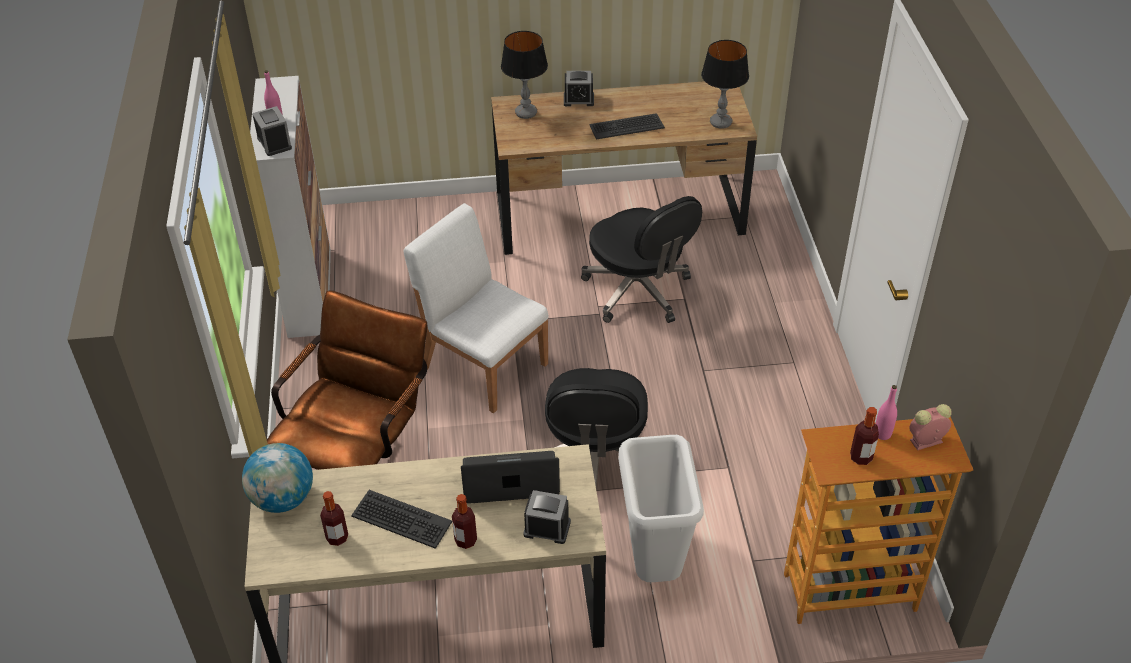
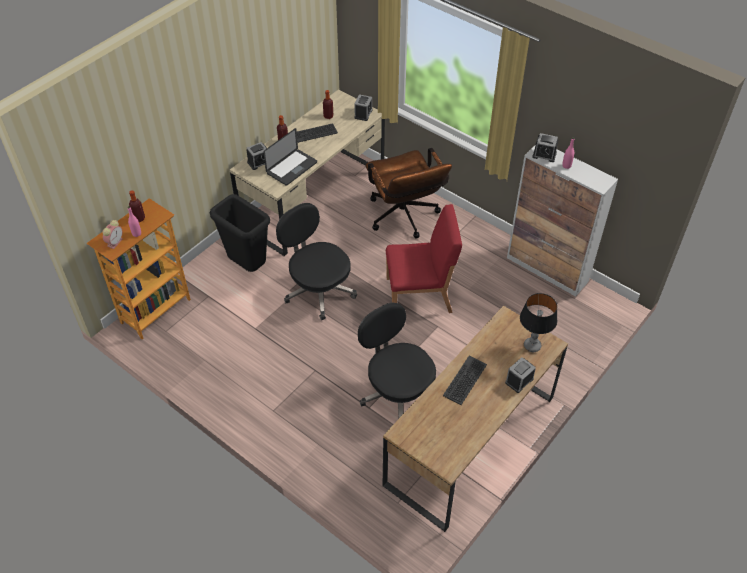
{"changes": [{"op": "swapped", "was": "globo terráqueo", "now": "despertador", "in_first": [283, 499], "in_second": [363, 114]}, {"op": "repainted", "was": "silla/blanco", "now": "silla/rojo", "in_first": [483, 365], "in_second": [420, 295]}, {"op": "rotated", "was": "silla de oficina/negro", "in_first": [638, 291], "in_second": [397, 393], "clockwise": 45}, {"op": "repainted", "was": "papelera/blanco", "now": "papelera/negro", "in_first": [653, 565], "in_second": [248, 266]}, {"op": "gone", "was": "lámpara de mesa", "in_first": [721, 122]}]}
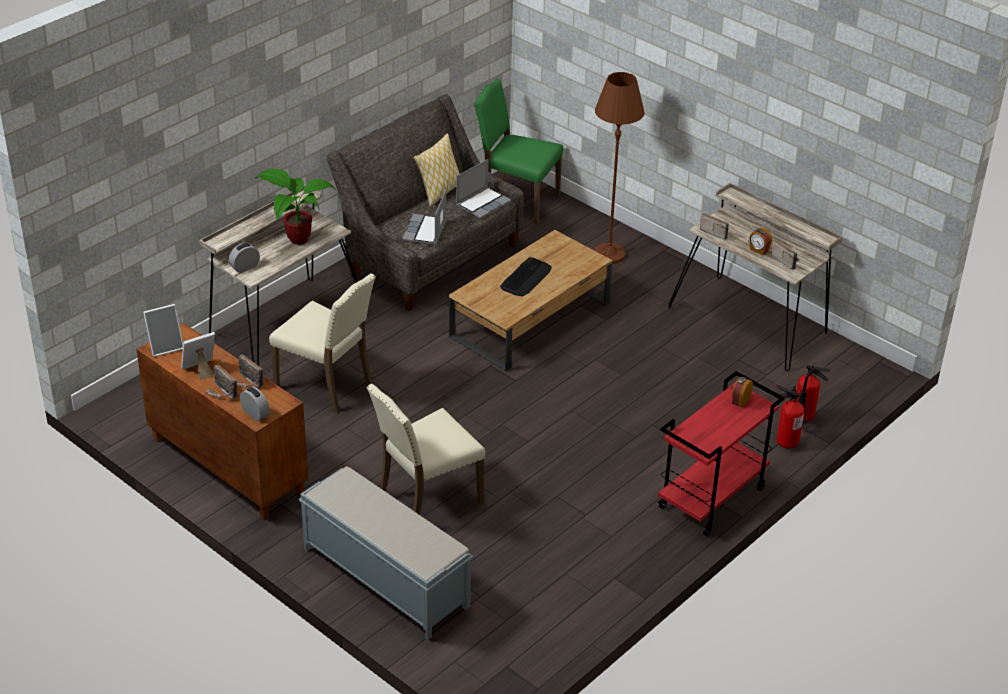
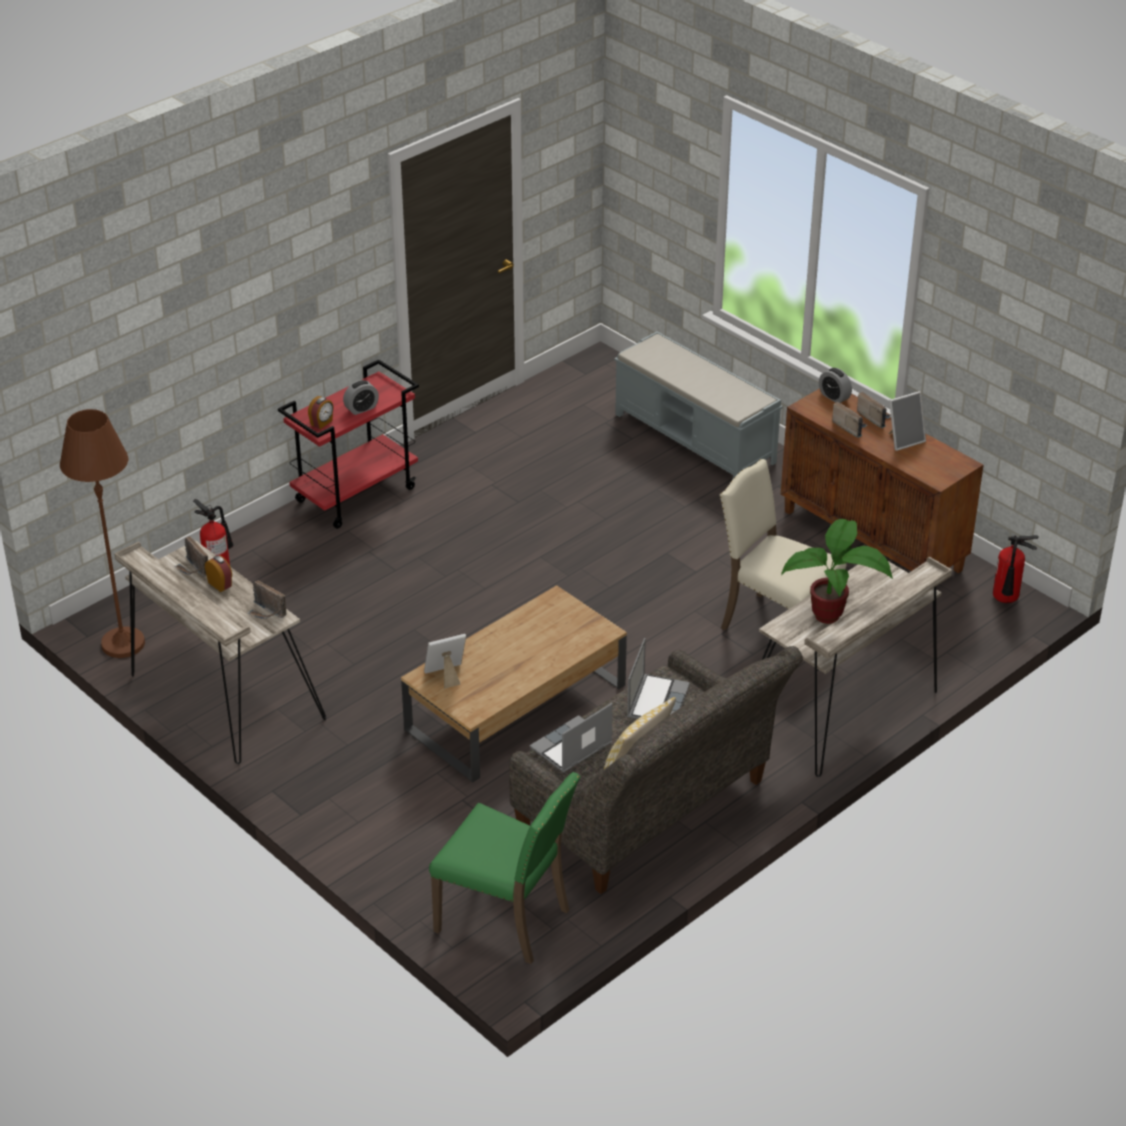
{"changes": [{"op": "shifted", "was": "portarretratos", "in_first": [165, 346], "in_second": [446, 676]}, {"op": "shifted", "was": "despertador", "in_first": [245, 267], "in_second": [361, 408]}, {"op": "gone", "was": "silla/beis", "in_first": [427, 499]}, {"op": "gone", "was": "teclado", "in_first": [526, 278]}, {"op": "shifted", "was": "lámpara de pie/marrón", "in_first": [609, 254], "in_second": [123, 643]}, {"op": "shifted", "was": "extintor", "in_first": [786, 441], "in_second": [1006, 601]}]}
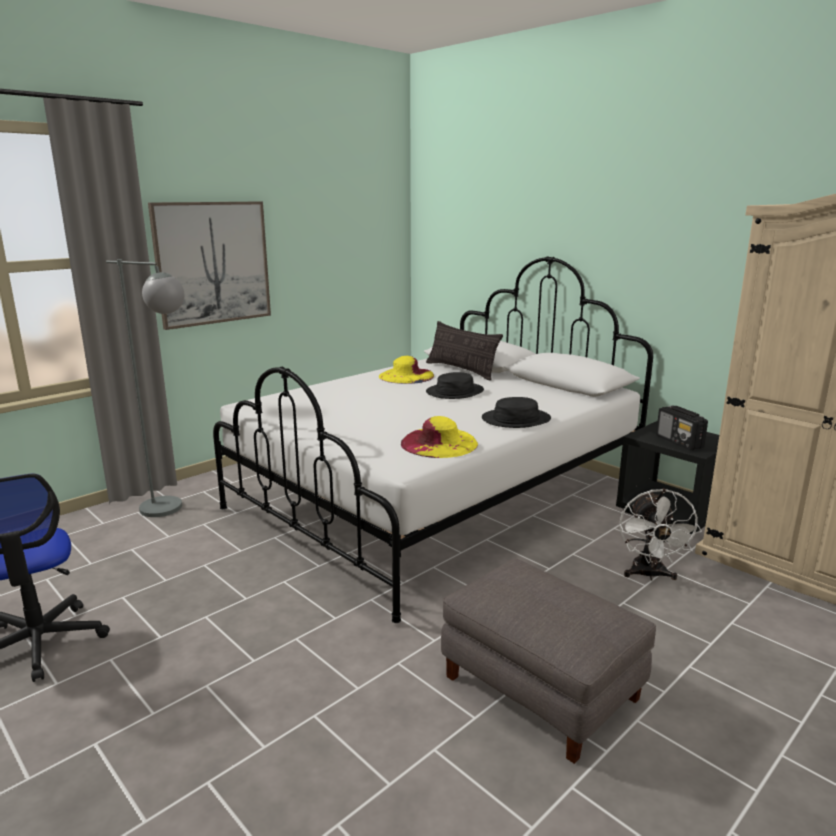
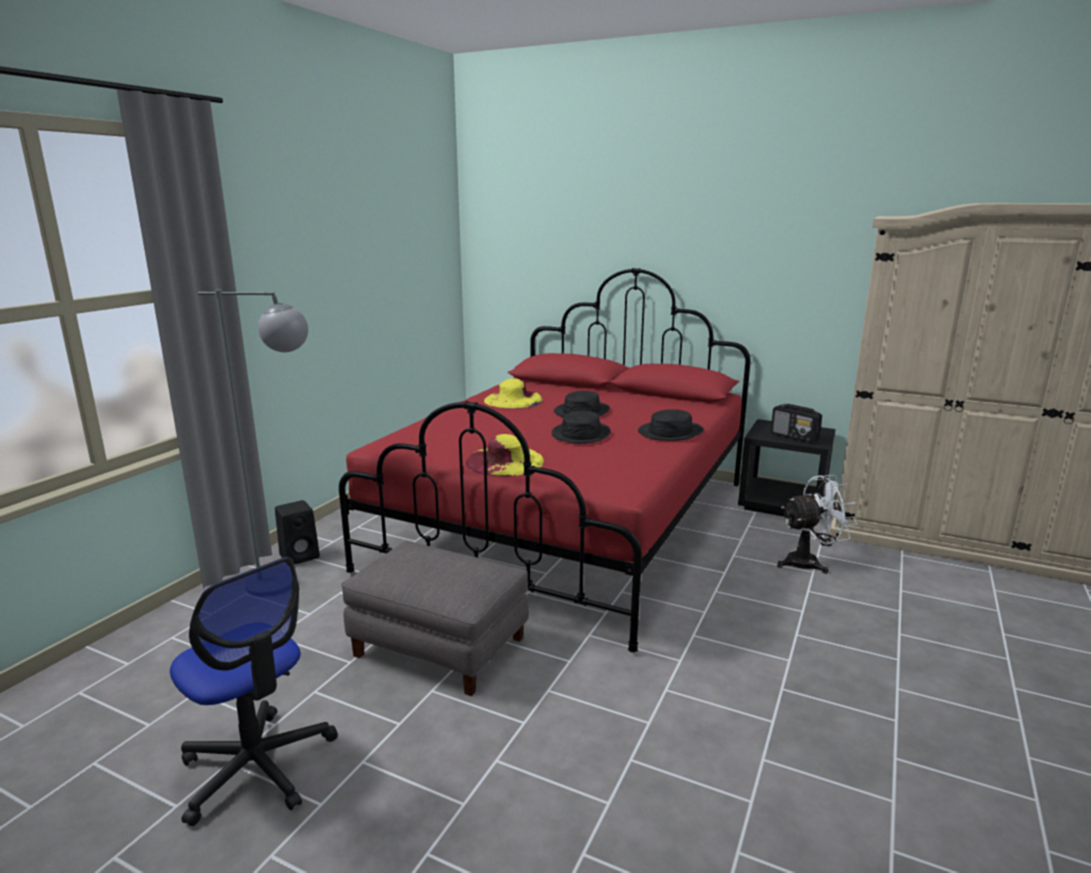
{"changes": [{"op": "gone", "was": "cuadro", "in_first": [213, 263]}, {"op": "repainted", "was": "cama/blanco", "now": "cama/rojo", "in_first": [438, 498], "in_second": [569, 523]}, {"op": "shifted", "was": "sombrero/amarillo", "in_first": [439, 443], "in_second": [505, 461]}, {"op": "gone", "was": "cojín", "in_first": [461, 370]}, {"op": "shifted", "was": "puf/gris", "in_first": [542, 687], "in_second": [441, 646]}, {"op": "rotated", "was": "ventilador/blanco", "in_first": [649, 575], "in_second": [809, 562], "clockwise": -90}, {"op": "new", "now": "altavoz/negro", "in_second": [301, 556]}, {"op": "new", "now": "sombrero/negro", "in_second": [580, 434]}]}
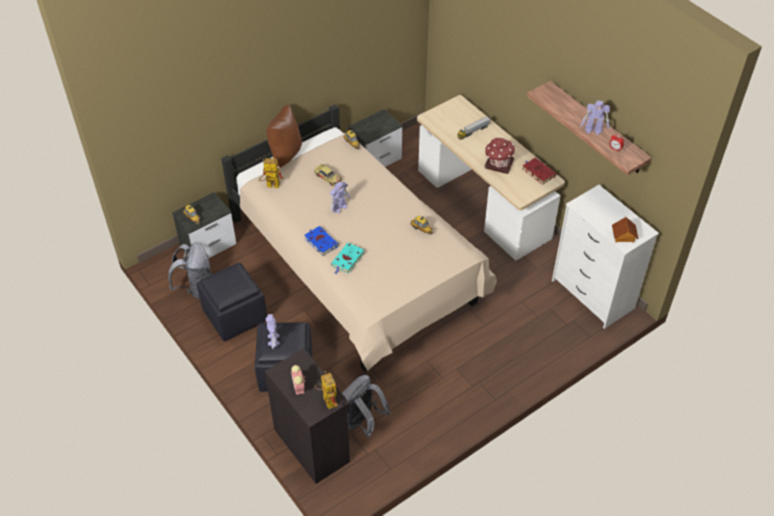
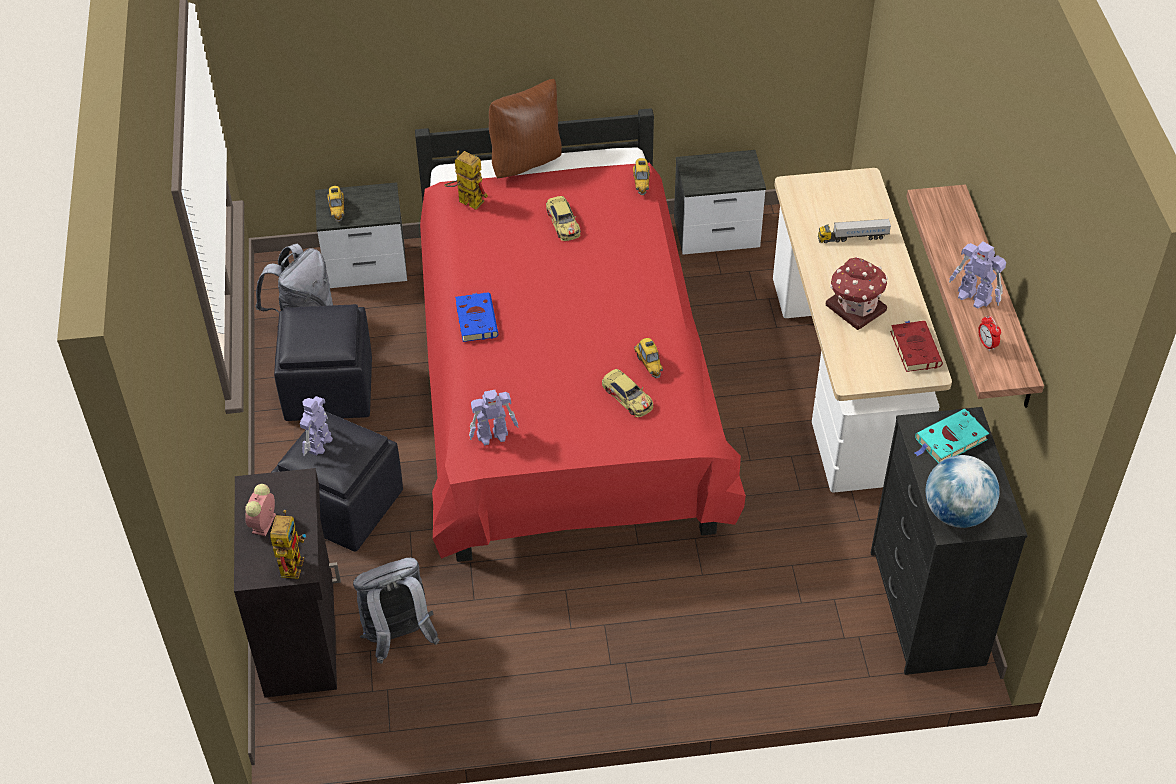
{"changes": [{"op": "repainted", "was": "cama/beis", "now": "cama/rojo", "in_first": [356, 266], "in_second": [563, 391]}, {"op": "shifted", "was": "robot de juguete", "in_first": [339, 207], "in_second": [493, 435]}, {"op": "shifted", "was": "libro/turquesa", "in_first": [347, 260], "in_second": [949, 440]}, {"op": "repainted", "was": "cómoda/blanco", "now": "cómoda/negro", "in_first": [592, 294], "in_second": [925, 608]}, {"op": "swapped", "was": "casita", "now": "globo terráqueo", "in_first": [623, 236], "in_second": [956, 513]}, {"op": "new", "now": "coche de juguete", "in_second": [627, 396]}]}
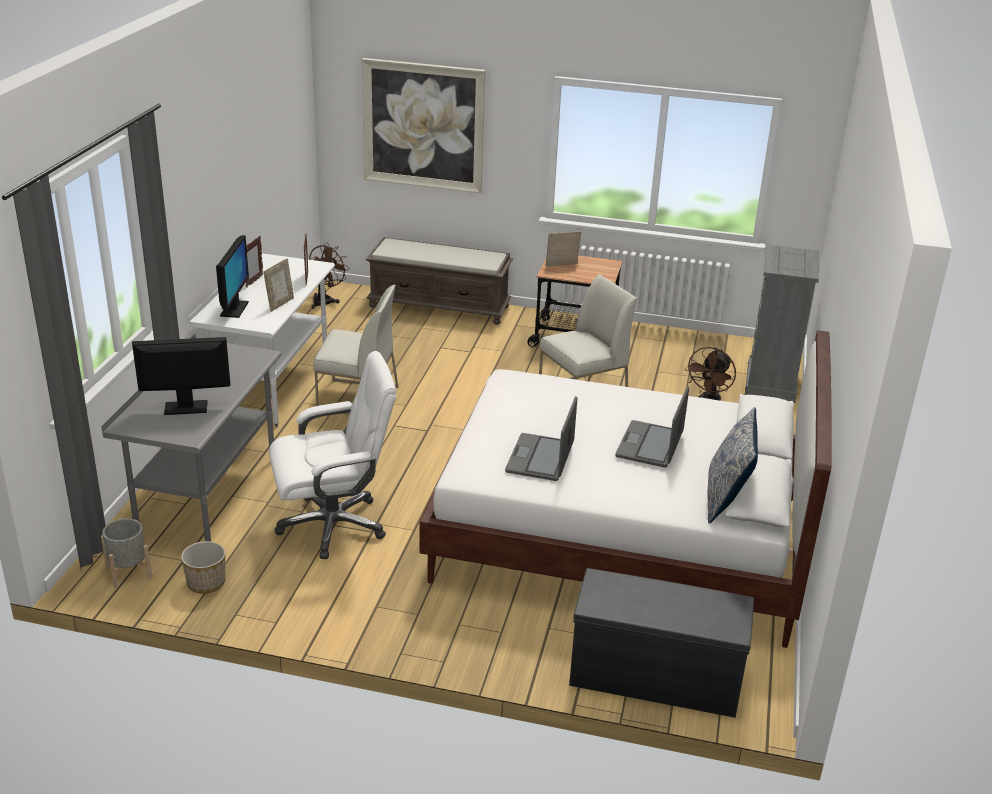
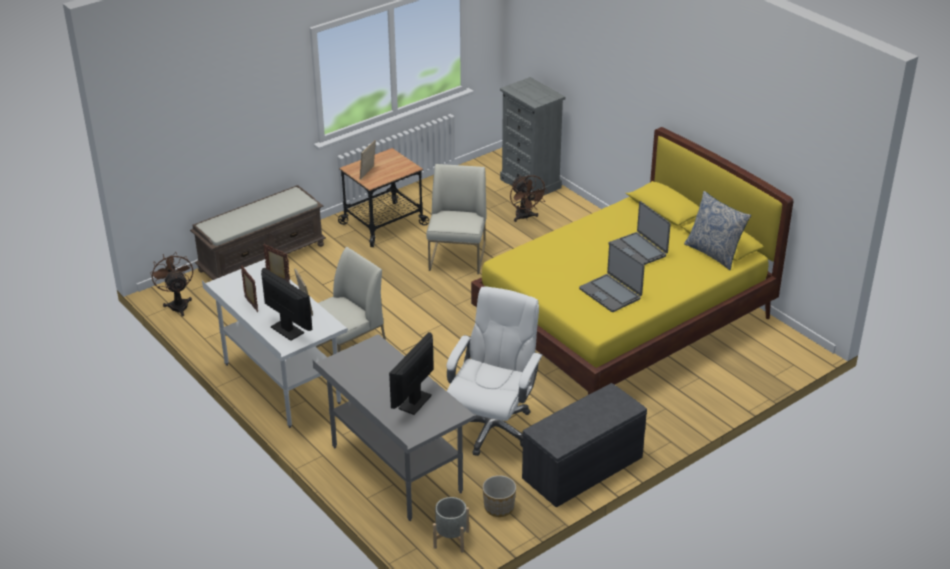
{"changes": [{"op": "gone", "was": "cuadro", "in_first": [423, 125]}, {"op": "repainted", "was": "cama/blanco", "now": "cama/amarillo", "in_first": [620, 538], "in_second": [624, 322]}, {"op": "shifted", "was": "banco/gris", "in_first": [653, 676], "in_second": [582, 469]}]}
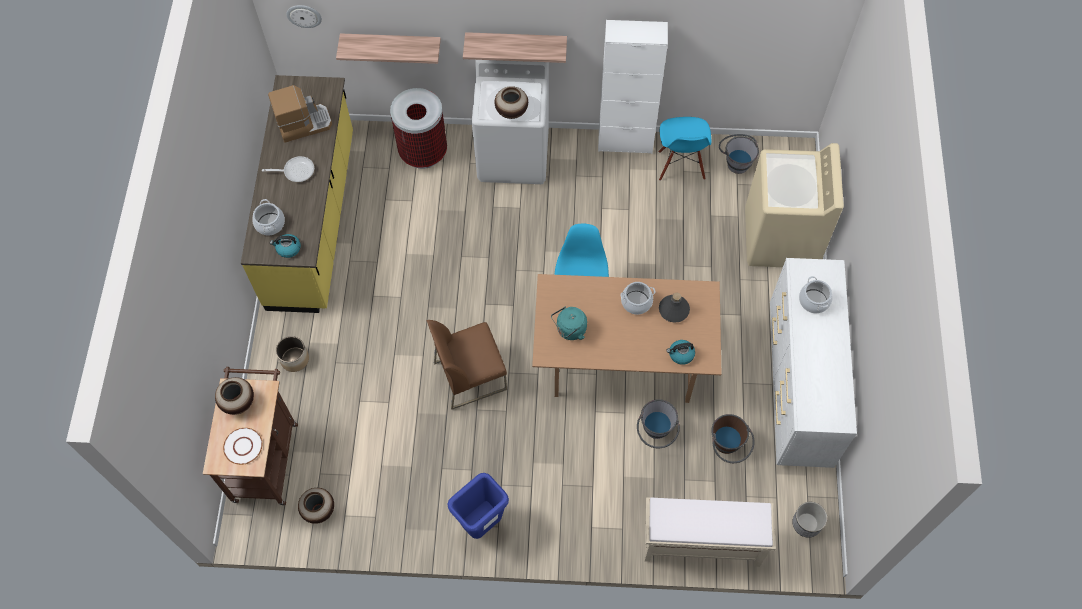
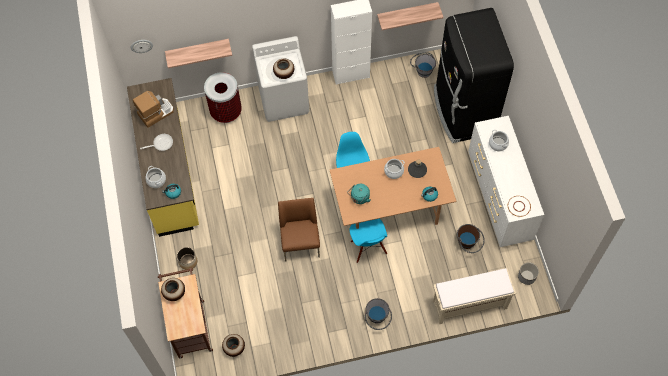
{"changes": [{"op": "shifted", "was": "plato/blanco", "in_first": [243, 446], "in_second": [518, 206]}, {"op": "rotated", "was": "silla/marrón", "in_first": [470, 375], "in_second": [301, 242], "clockwise": 120}, {"op": "gone", "was": "papelera/azul", "in_first": [482, 523]}, {"op": "shifted", "was": "estante", "in_first": [516, 42], "in_second": [407, 13]}, {"op": "shifted", "was": "cubo/gris", "in_first": [656, 432], "in_second": [377, 319]}, {"op": "shifted", "was": "silla/azul", "in_first": [680, 165], "in_second": [368, 248]}, {"op": "swapped", "was": "lavadora/beis", "now": "nevera/negro", "in_first": [780, 238], "in_second": [463, 111]}]}
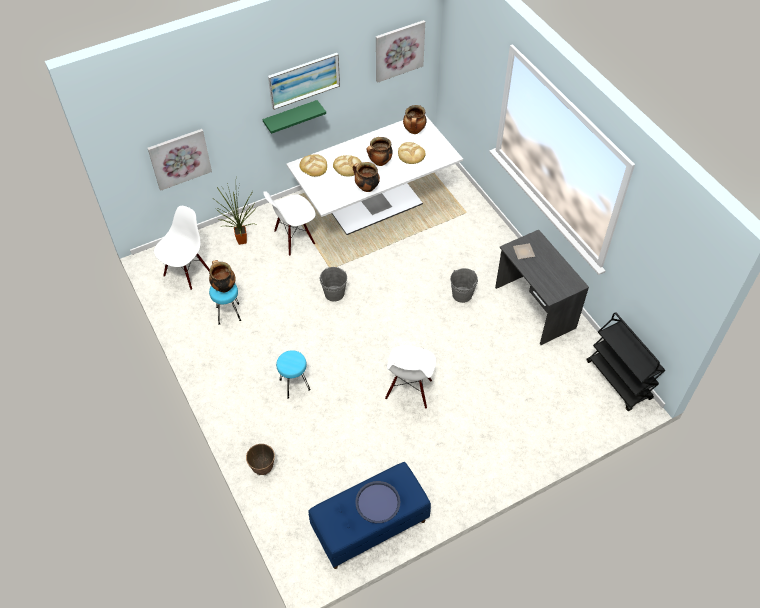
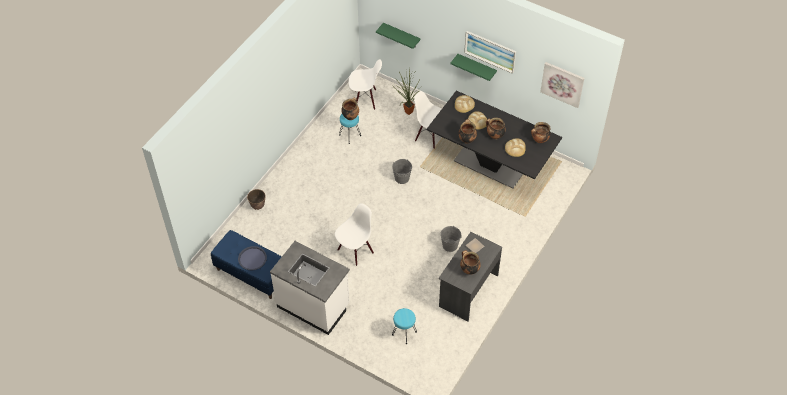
{"changes": [{"op": "swapped", "was": "cuadro", "now": "estante/verde", "in_first": [179, 158], "in_second": [401, 35]}, {"op": "shifted", "was": "taburete/turquesa", "in_first": [294, 385], "in_second": [404, 333]}, {"op": "repainted", "was": "mesa de comedor/blanco", "now": "mesa de comedor/negro", "in_first": [375, 206], "in_second": [490, 164]}, {"op": "rotated", "was": "silla/blanco", "in_first": [409, 390], "in_second": [355, 250], "clockwise": 150}, {"op": "gone", "was": "carrito/negro", "in_first": [619, 380]}, {"op": "new", "now": "mueble bajo de cocina/blanco", "in_second": [314, 305]}, {"op": "new", "now": "olla", "in_second": [469, 270]}]}
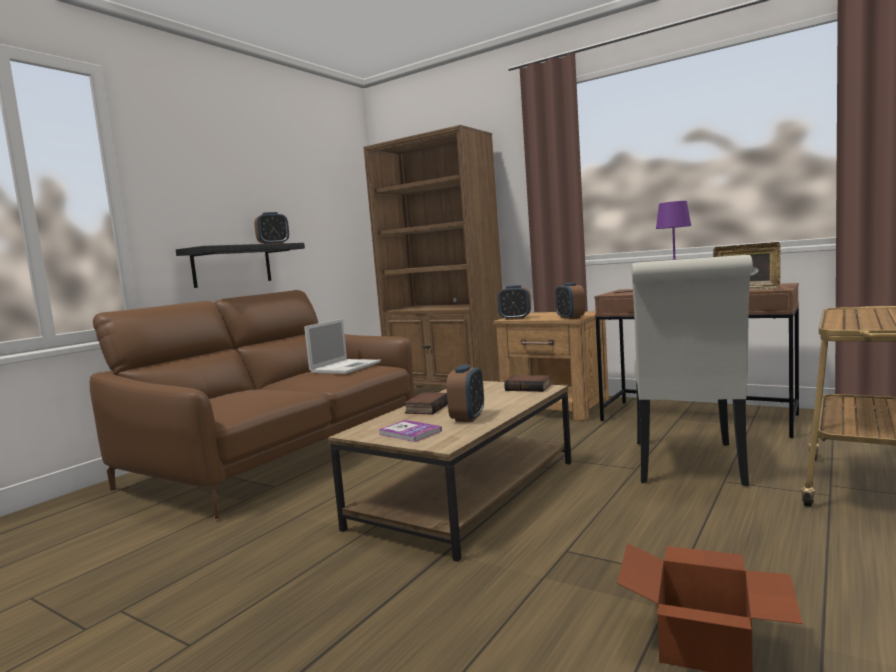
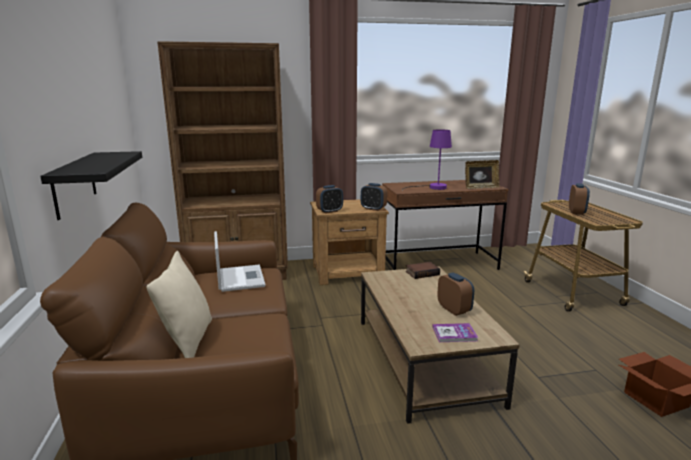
{"changes": [{"op": "shifted", "was": "despertador", "in_first": [273, 244], "in_second": [576, 212]}, {"op": "gone", "was": "libro", "in_first": [426, 408]}, {"op": "gone", "was": "silla/blanco", "in_first": [688, 466]}, {"op": "new", "now": "cojín/beis", "in_second": [188, 341]}]}
